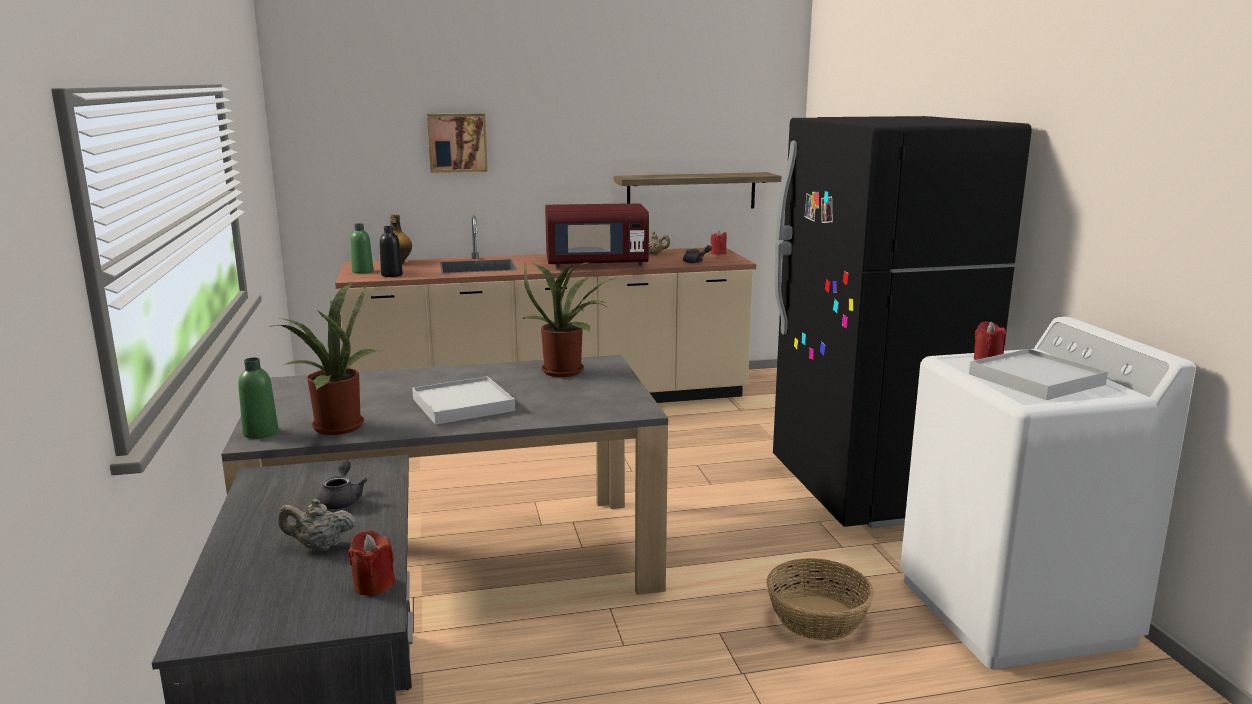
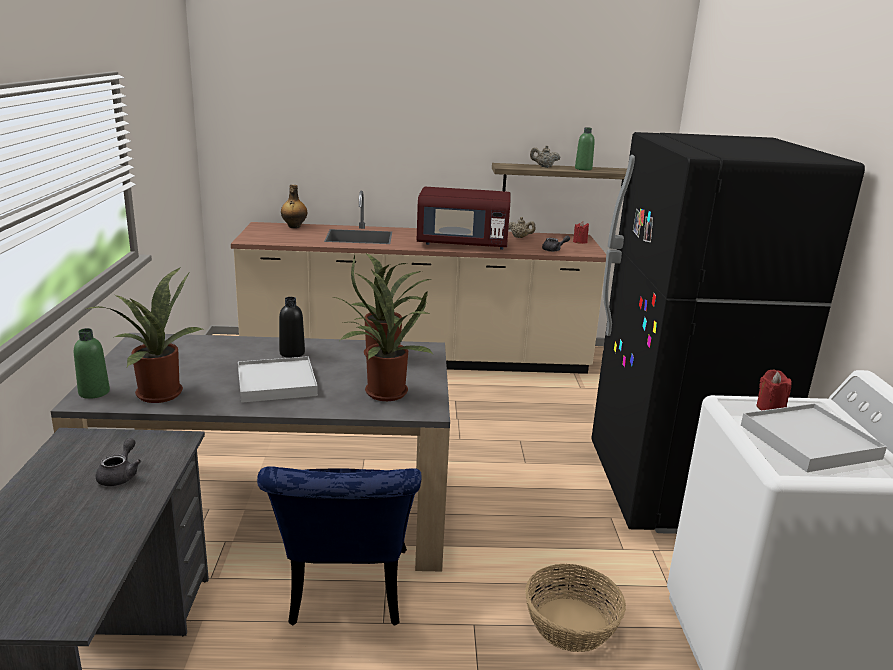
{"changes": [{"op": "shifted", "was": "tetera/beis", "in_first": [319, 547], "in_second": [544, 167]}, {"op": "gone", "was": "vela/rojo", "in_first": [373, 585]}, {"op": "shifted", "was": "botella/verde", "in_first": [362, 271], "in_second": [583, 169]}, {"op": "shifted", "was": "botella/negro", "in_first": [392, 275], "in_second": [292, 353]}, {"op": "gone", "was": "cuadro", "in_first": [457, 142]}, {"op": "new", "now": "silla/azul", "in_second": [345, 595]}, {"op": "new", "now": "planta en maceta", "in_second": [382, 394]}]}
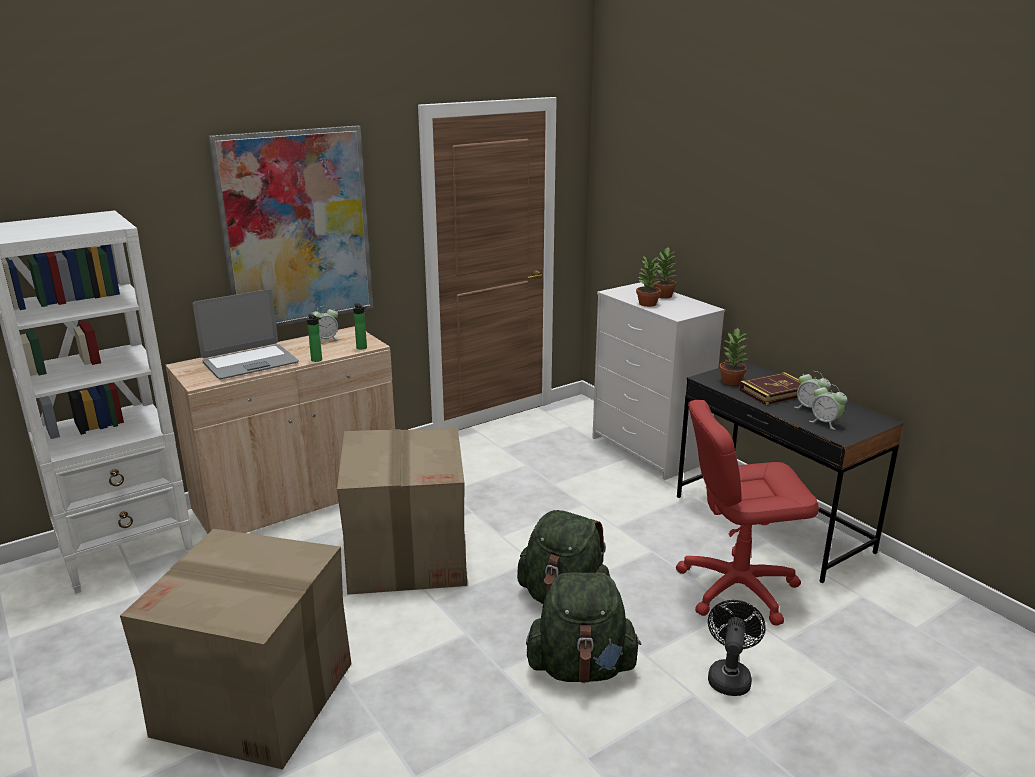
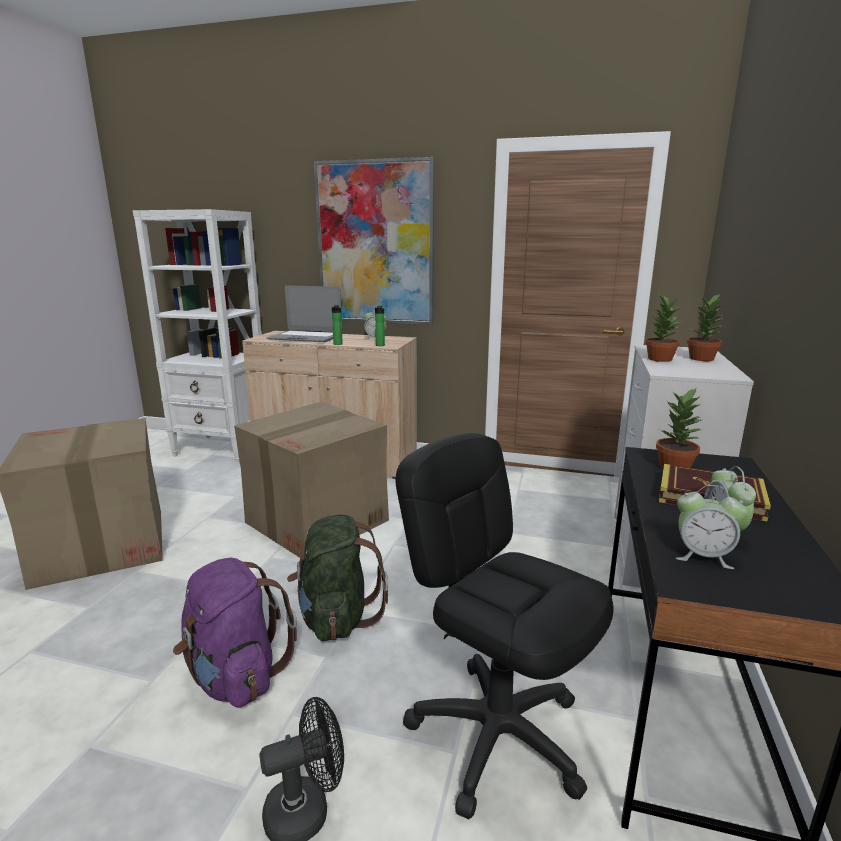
{"changes": [{"op": "repainted", "was": "mochila/verde", "now": "mochila/morado", "in_first": [581, 668], "in_second": [235, 676]}, {"op": "repainted", "was": "silla de oficina/rojo", "now": "silla de oficina/negro", "in_first": [737, 588], "in_second": [497, 734]}, {"op": "rotated", "was": "despertador", "in_first": [825, 423], "in_second": [703, 556], "clockwise": -75}]}
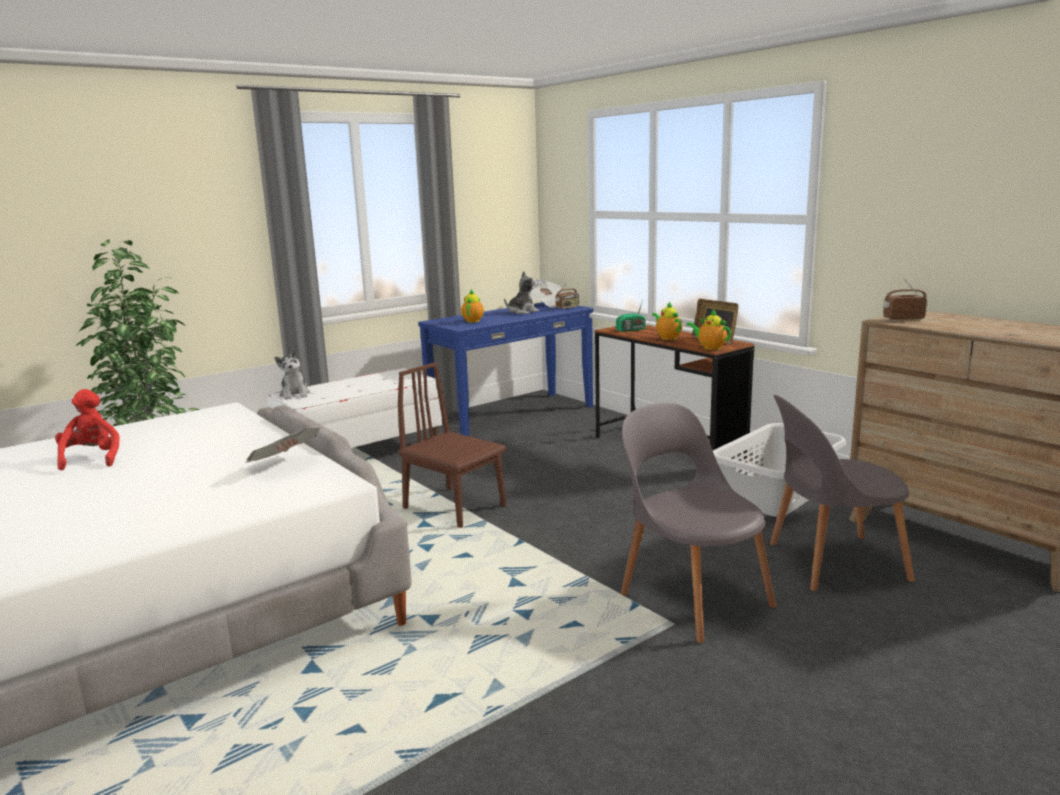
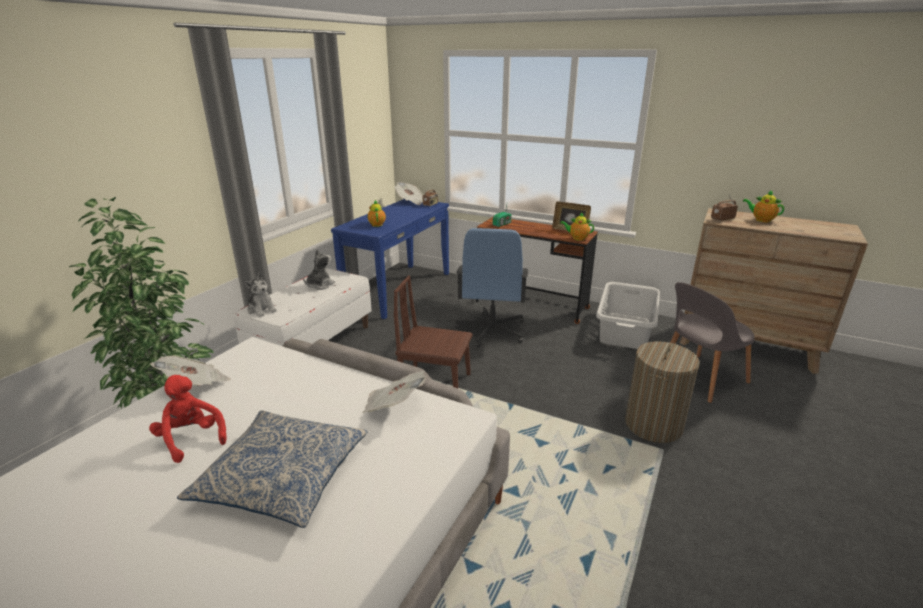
{"changes": [{"op": "shifted", "was": "peluche", "in_first": [522, 312], "in_second": [319, 285]}, {"op": "swapped", "was": "silla/gris", "now": "cesto de la ropa", "in_first": [692, 597], "in_second": [653, 425]}, {"op": "shifted", "was": "tetera", "in_first": [667, 338], "in_second": [761, 220]}, {"op": "new", "now": "periódico", "in_second": [196, 385]}, {"op": "new", "now": "cojín", "in_second": [283, 477]}, {"op": "new", "now": "silla de oficina/azul", "in_second": [491, 331]}]}
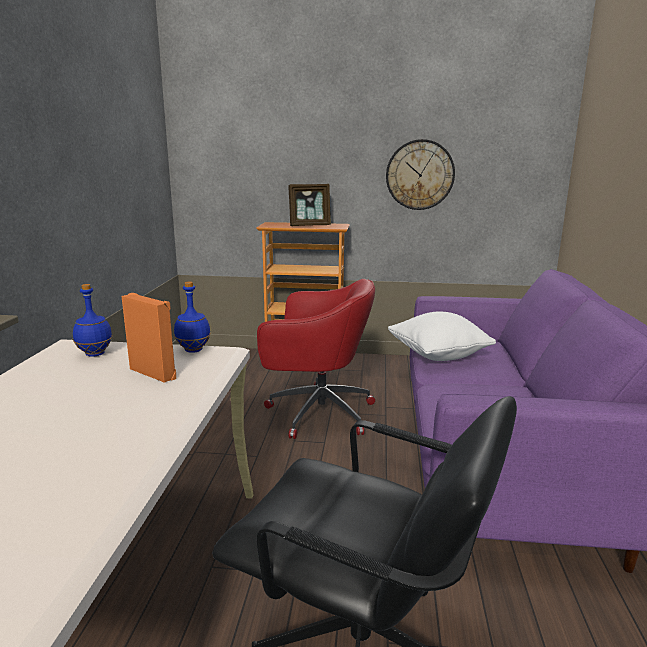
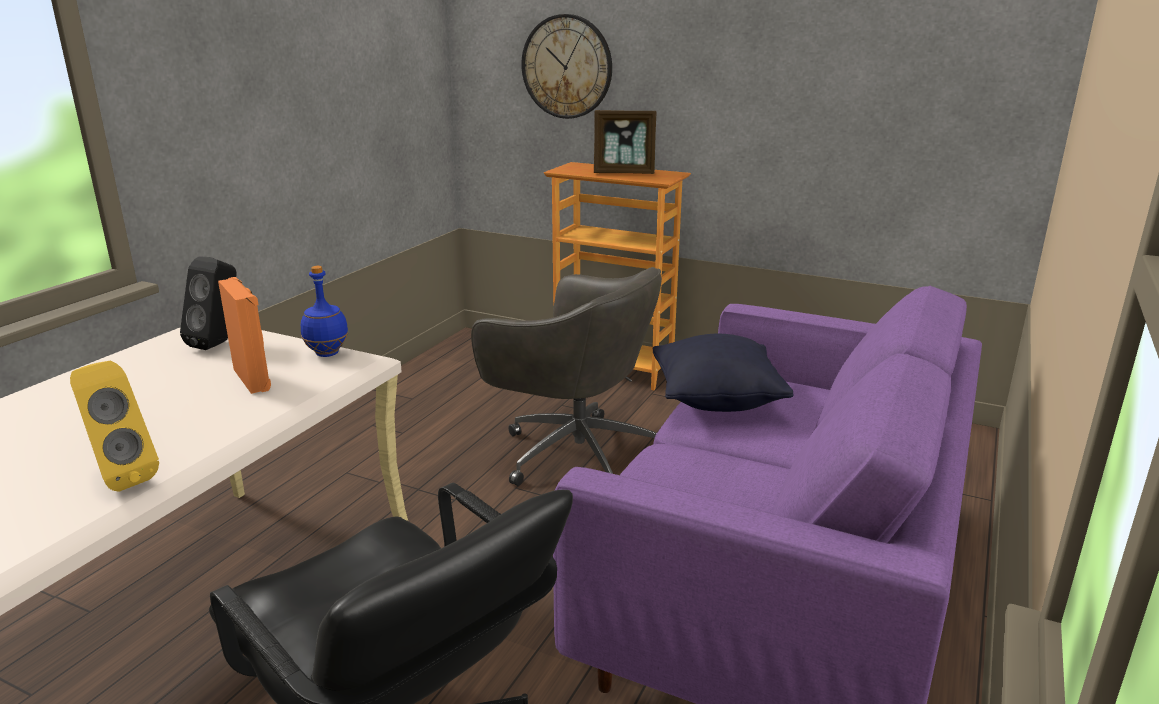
{"changes": [{"op": "swapped", "was": "botella/azul", "now": "altavoz/negro", "in_first": [95, 354], "in_second": [219, 343]}, {"op": "repainted", "was": "silla de oficina/rojo", "now": "silla de oficina/gris", "in_first": [317, 412], "in_second": [574, 453]}, {"op": "shifted", "was": "reloj de pared", "in_first": [420, 175], "in_second": [567, 67]}, {"op": "repainted", "was": "cojín/blanco", "now": "cojín/negro", "in_first": [438, 355], "in_second": [716, 401]}, {"op": "new", "now": "altavoz/amarillo", "in_second": [120, 478]}]}
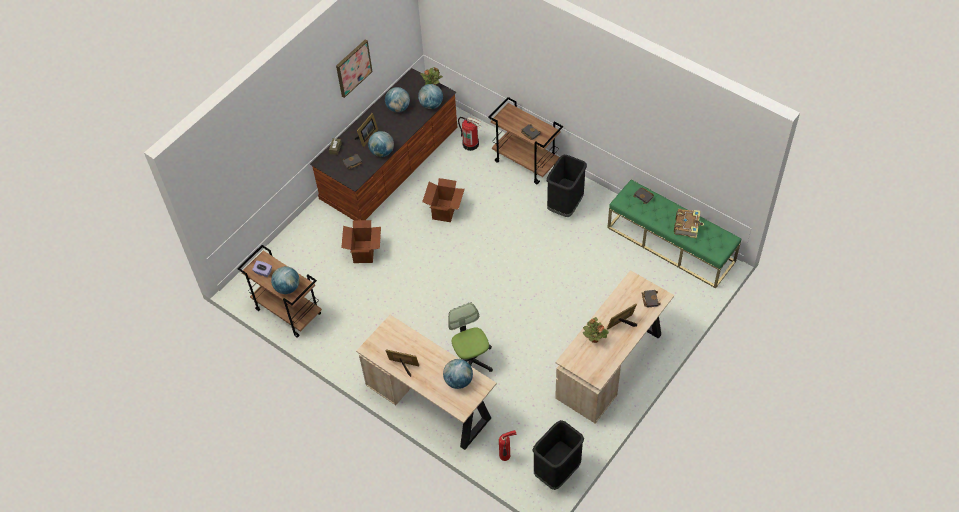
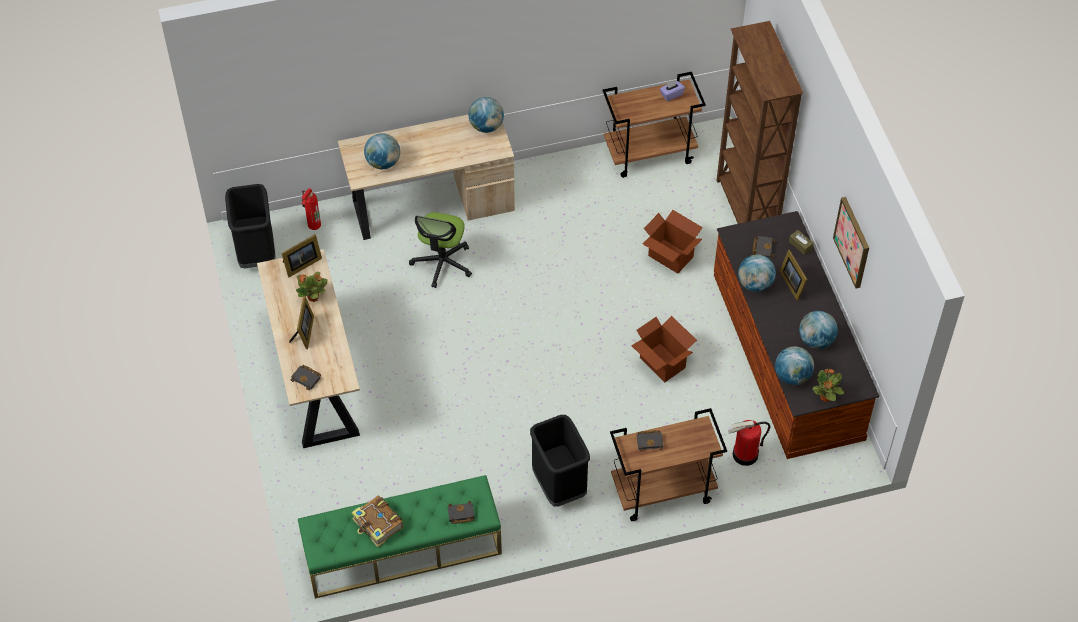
{"changes": [{"op": "shifted", "was": "globo terráqueo", "in_first": [287, 287], "in_second": [486, 126]}, {"op": "shifted", "was": "portarretratos", "in_first": [404, 366], "in_second": [301, 265]}, {"op": "rotated", "was": "silla de oficina", "in_first": [470, 361], "in_second": [442, 263], "clockwise": 90}, {"op": "new", "now": "estantería/marrón", "in_second": [746, 210]}]}
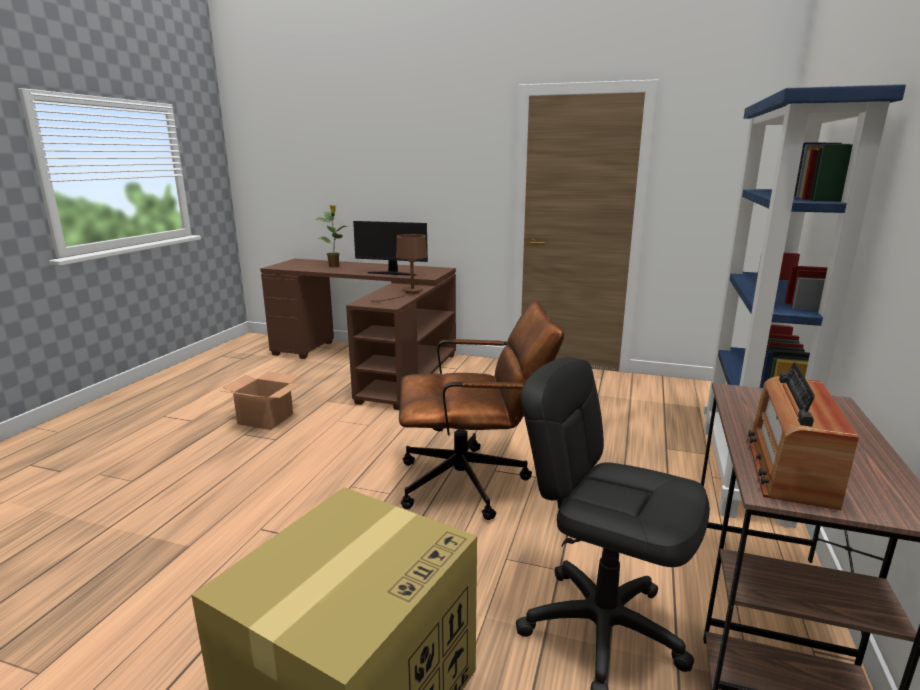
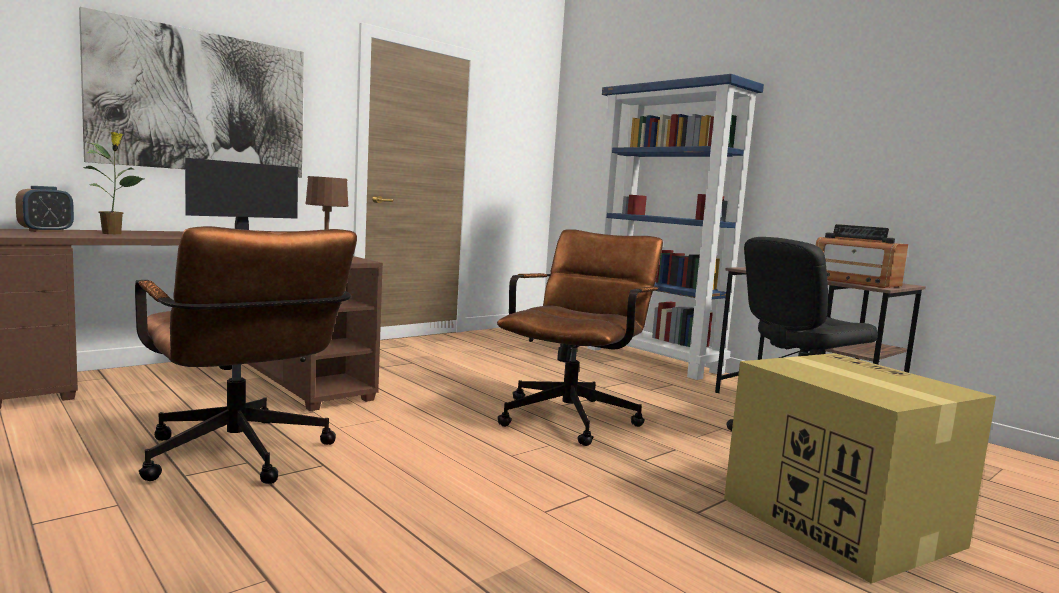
{"changes": [{"op": "swapped", "was": "caja de cartón", "now": "silla de oficina/marrón", "in_first": [265, 419], "in_second": [242, 459]}, {"op": "new", "now": "despertador", "in_second": [46, 231]}, {"op": "new", "now": "cuadro", "in_second": [202, 102]}]}
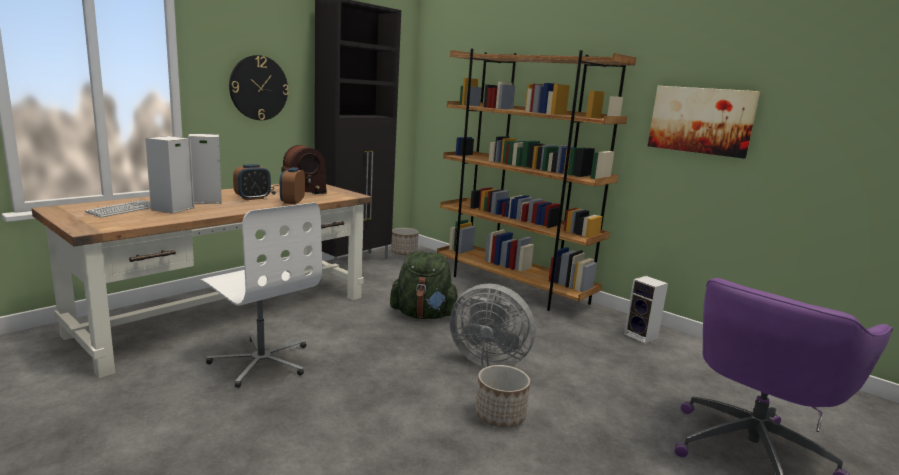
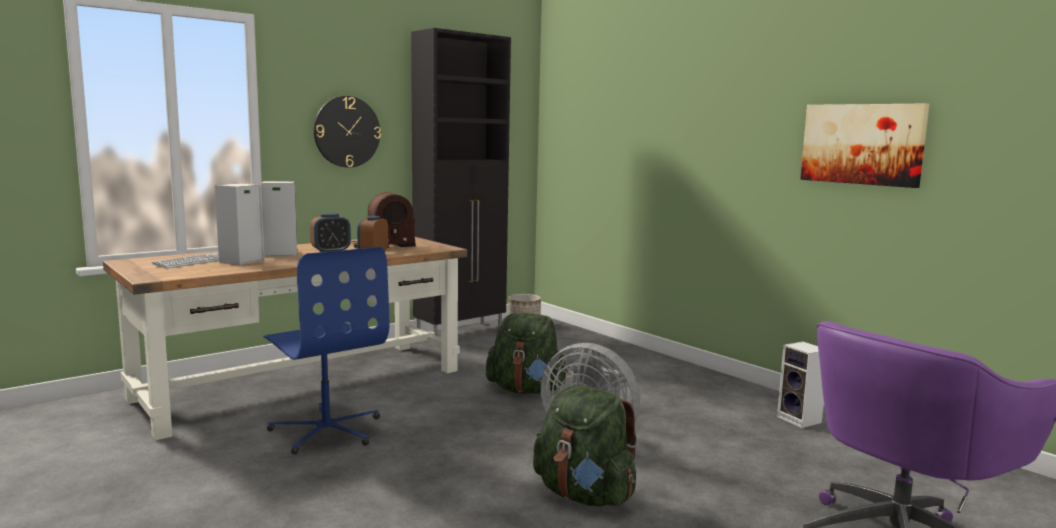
{"changes": [{"op": "repainted", "was": "silla de oficina/blanco", "now": "silla de oficina/azul", "in_first": [262, 361], "in_second": [327, 430]}, {"op": "gone", "was": "estantería/marrón", "in_first": [512, 287]}, {"op": "swapped", "was": "maceta", "now": "mochila/verde", "in_first": [500, 416], "in_second": [584, 495]}]}
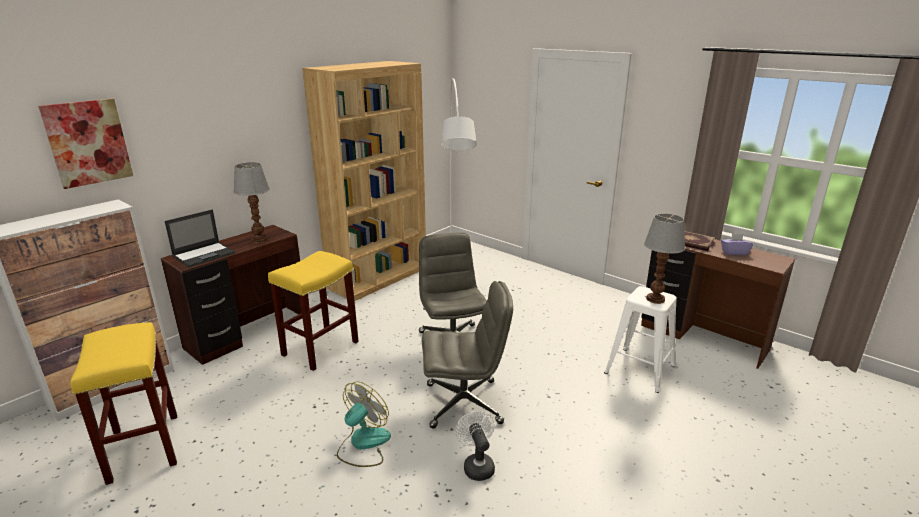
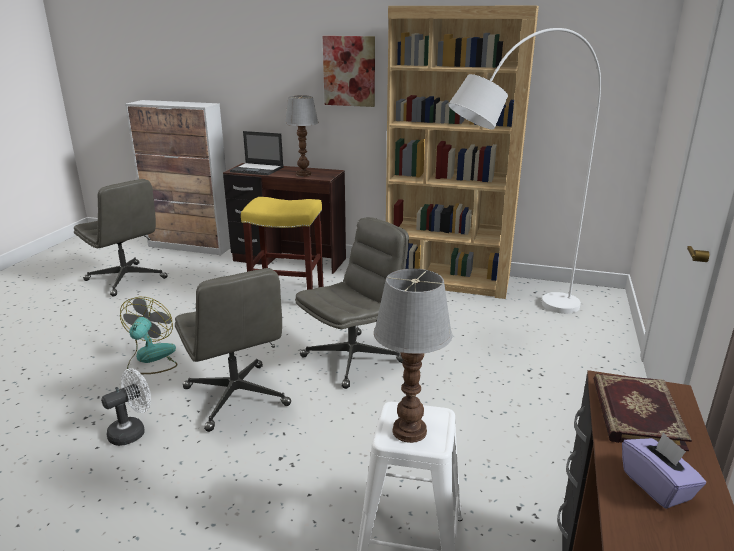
{"changes": [{"op": "shifted", "was": "cuadro", "in_first": [88, 142], "in_second": [349, 71]}, {"op": "swapped", "was": "taburete/amarillo", "now": "silla de oficina/gris", "in_first": [145, 448], "in_second": [126, 279]}, {"op": "rotated", "was": "ventilador", "in_first": [363, 444], "in_second": [151, 358], "clockwise": -90}]}
